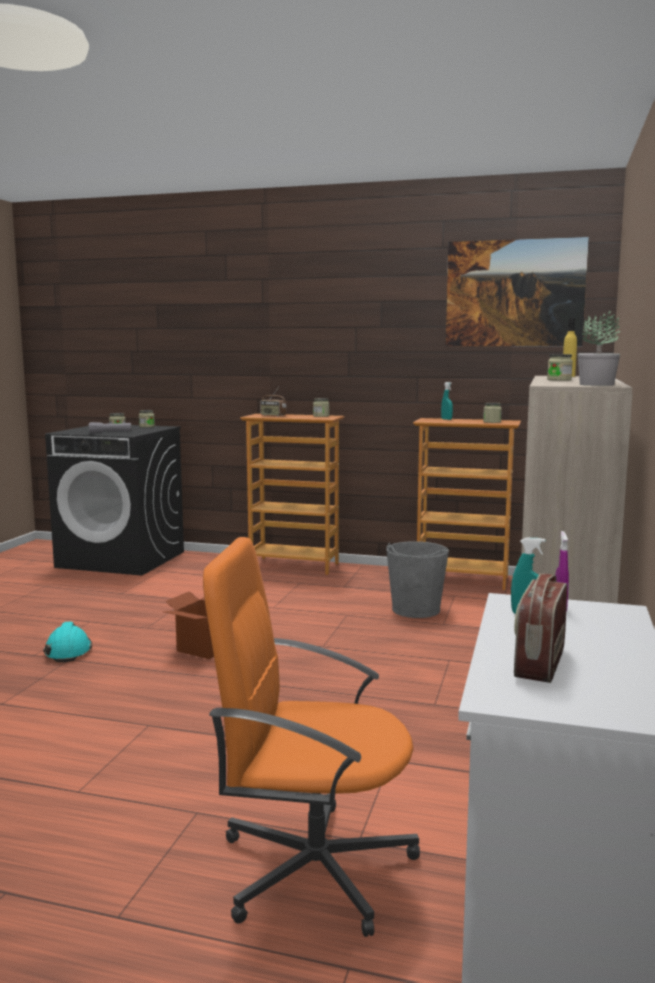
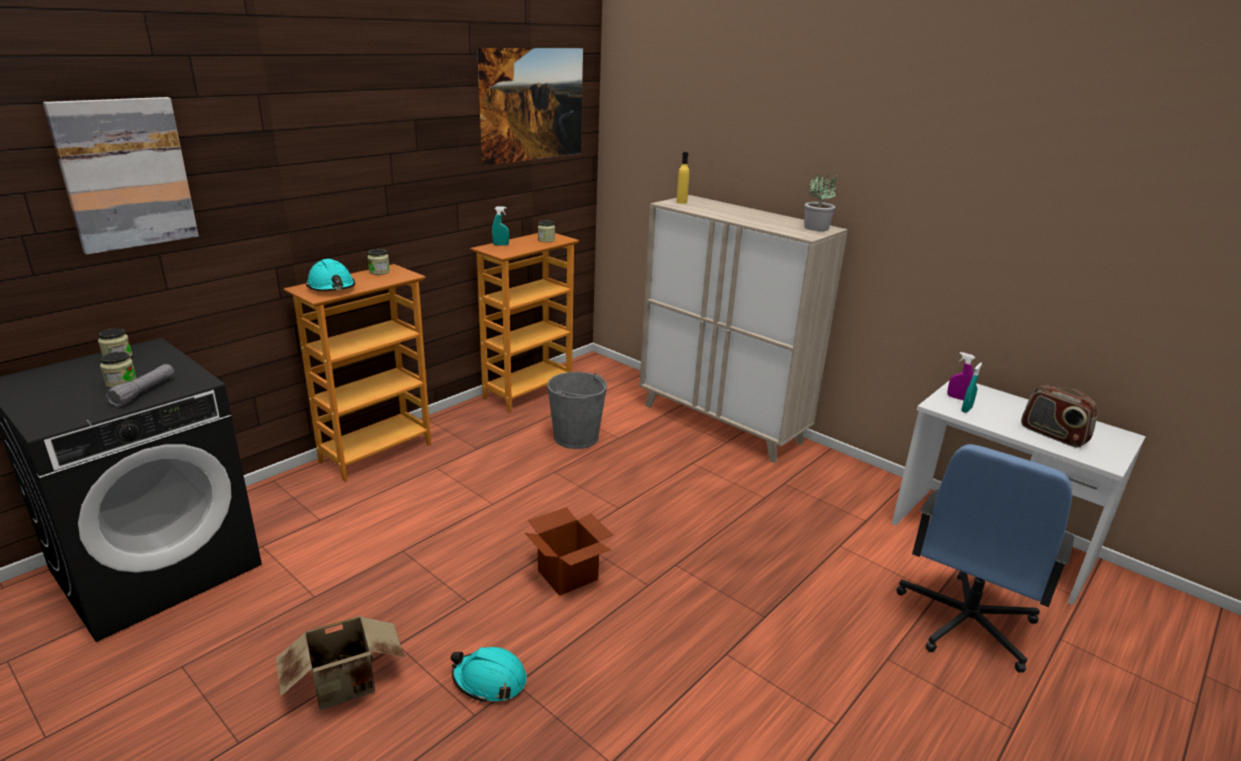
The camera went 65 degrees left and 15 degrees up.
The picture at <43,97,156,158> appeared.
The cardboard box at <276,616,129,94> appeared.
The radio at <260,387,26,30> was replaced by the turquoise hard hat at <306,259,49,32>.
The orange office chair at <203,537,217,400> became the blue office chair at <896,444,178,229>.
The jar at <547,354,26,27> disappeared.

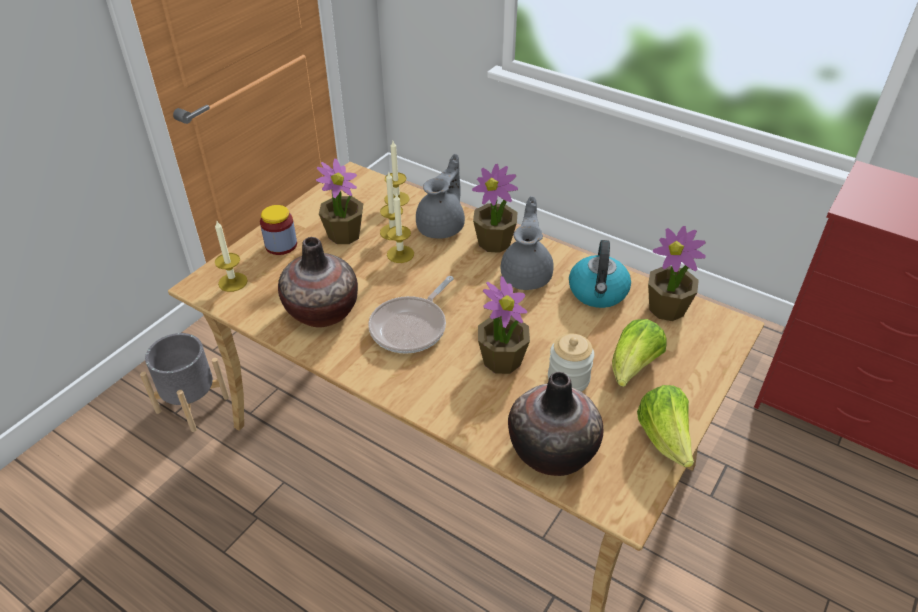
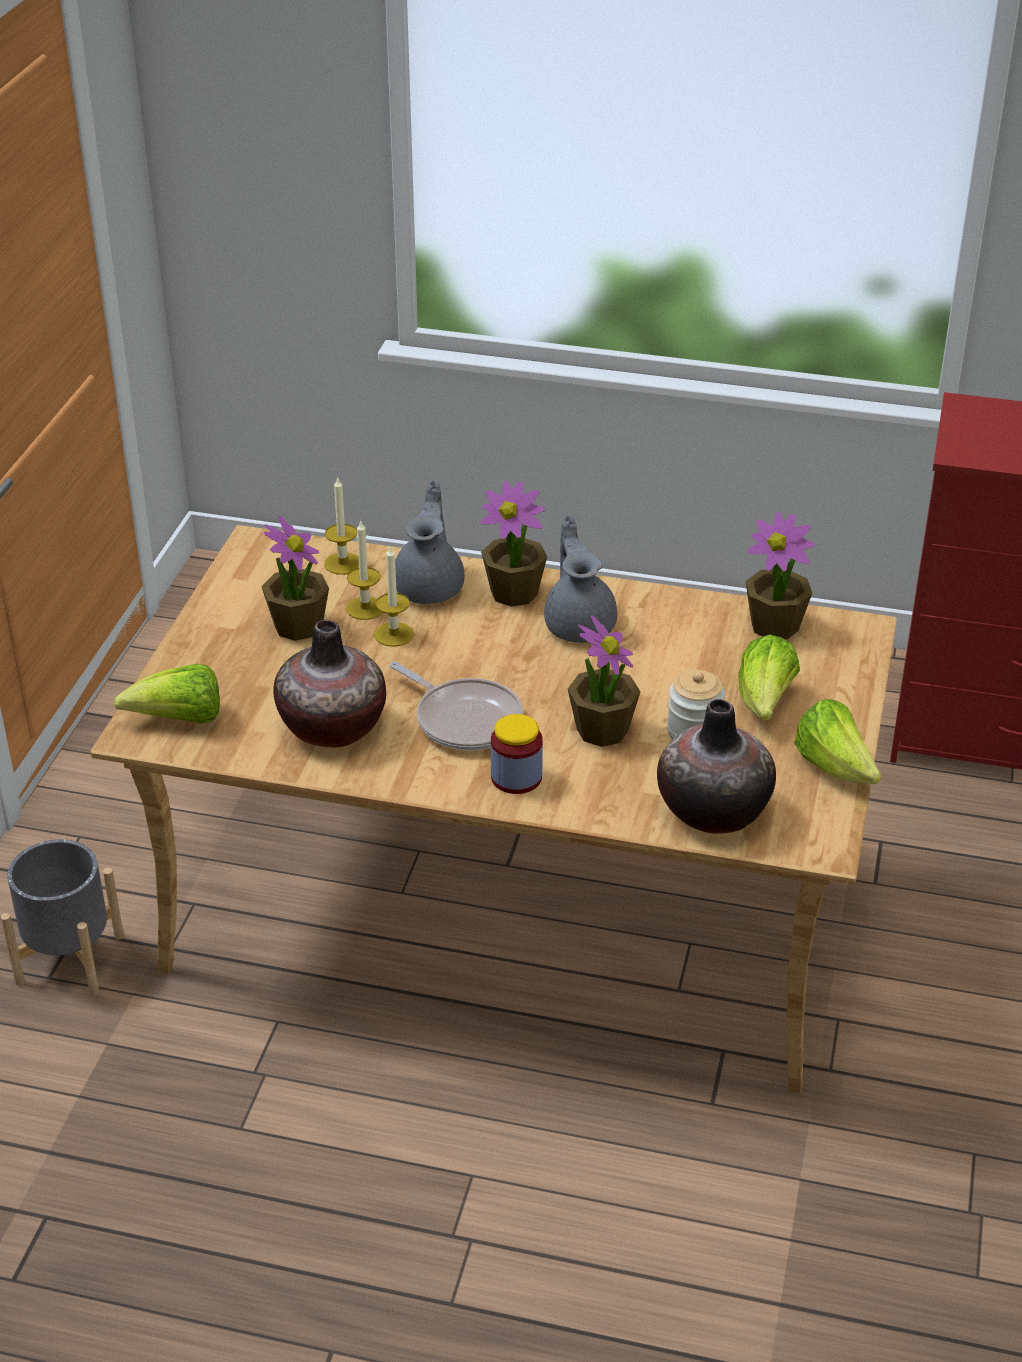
The camera went 20 degrees left and 5 degrees down.
The candle at <215,221,33,71> was replaced by the lettuce at <114,664,106,60>.
The frying pan at <368,276,86,78> turned 60 degrees counterclockwise.
The jar moved from <260,205,37,50> to <491,714,52,80>.
The kettle at <569,240,62,68> disappeared.

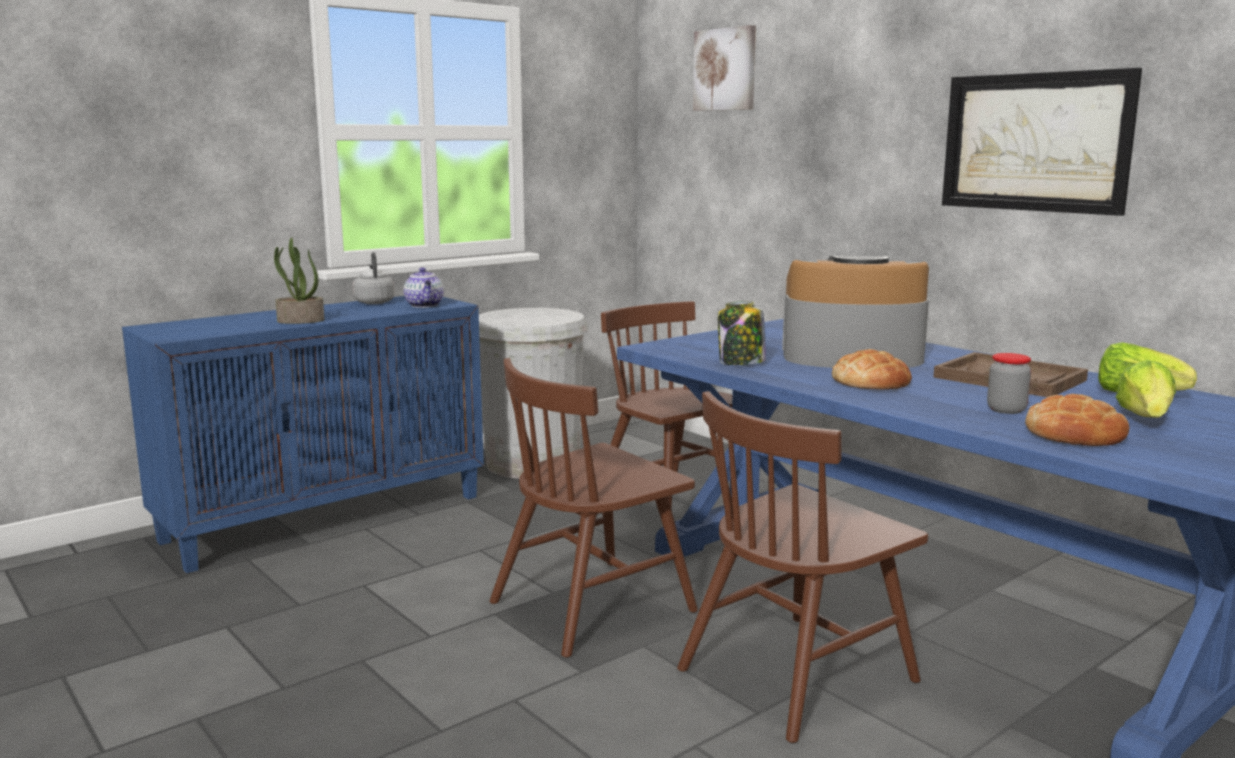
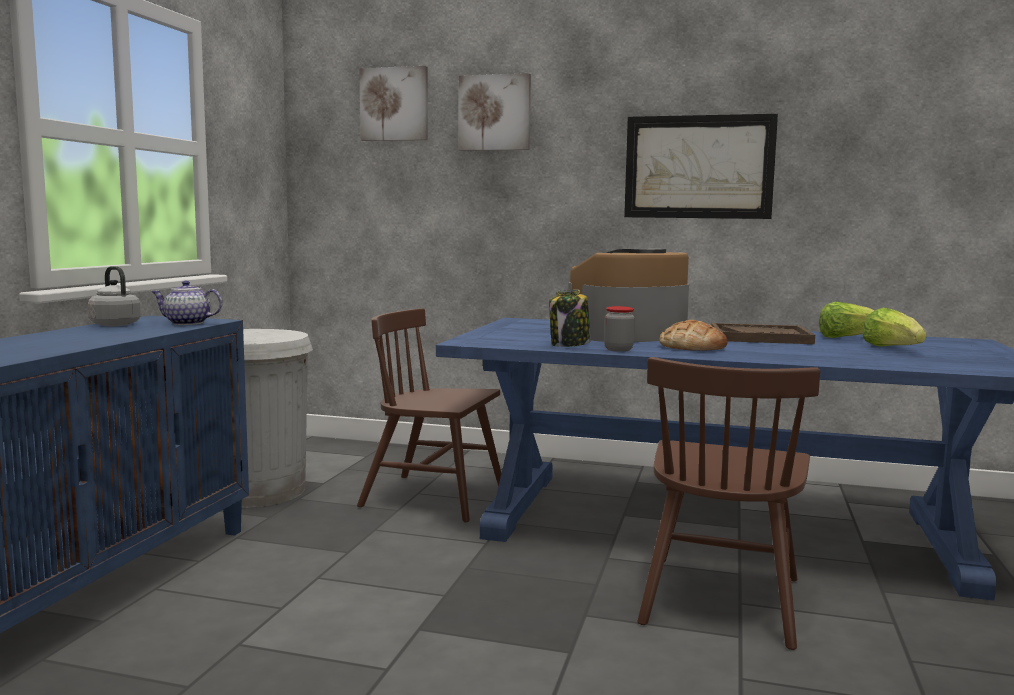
The camera went 35 degrees left and 5 degrees down.
The teapot at <404,268,40,40> turned 150 degrees clockwise.
The picture at <458,73,73,78> appeared.
The jar moved from <987,353,44,61> to <604,306,31,46>.
The potted plant at <274,237,51,87> disappeared.
The brown chair at <490,358,208,299> disappeared.
The bread at <1025,394,105,52> disappeared.

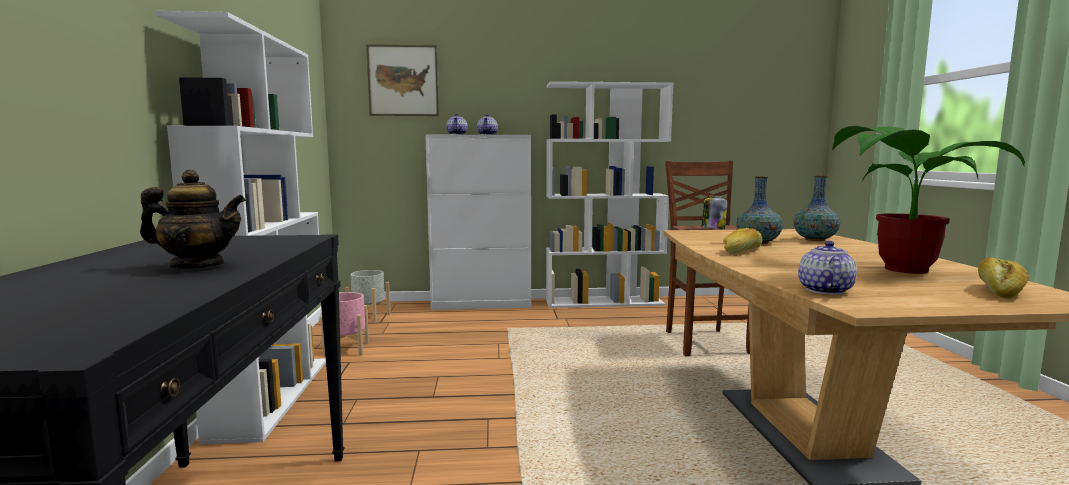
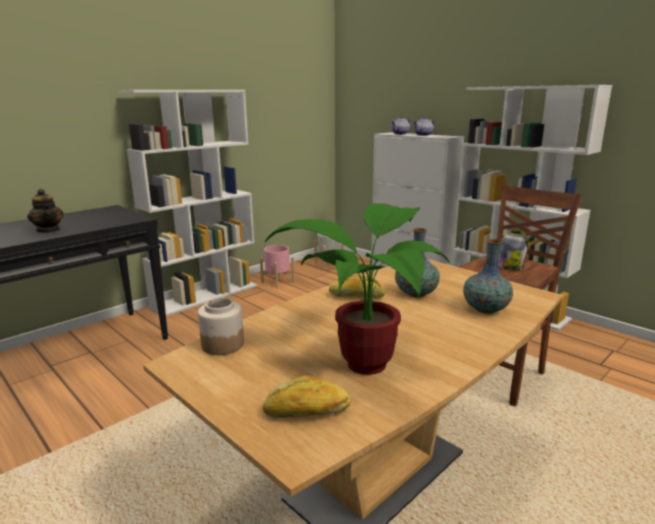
The camera went 50 degrees right and 10 degrees up.
The teapot at <798,241,59,54> was replaced by the jar at <198,298,46,57>.
The picture at <366,44,73,72> disappeared.

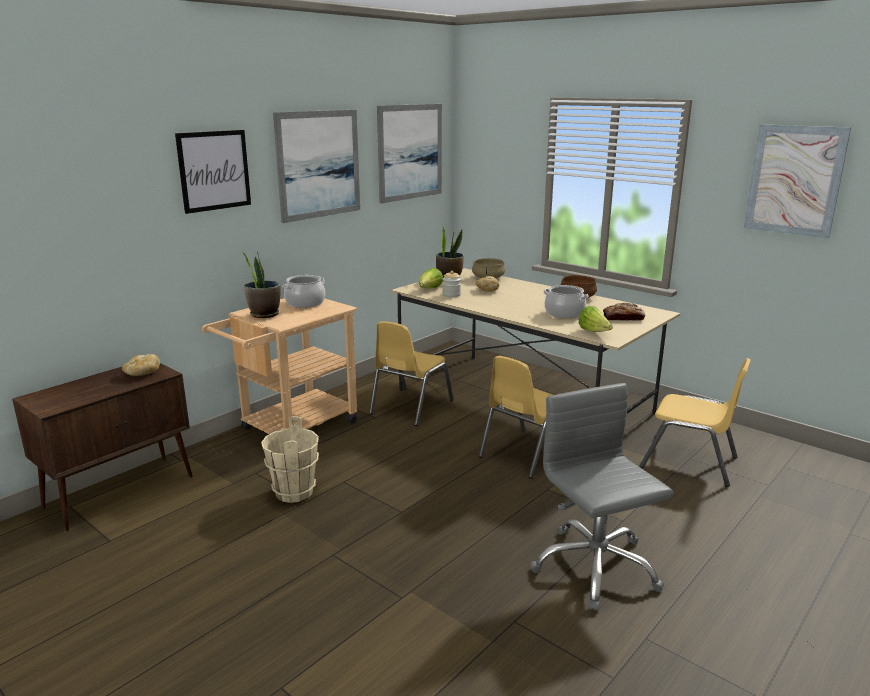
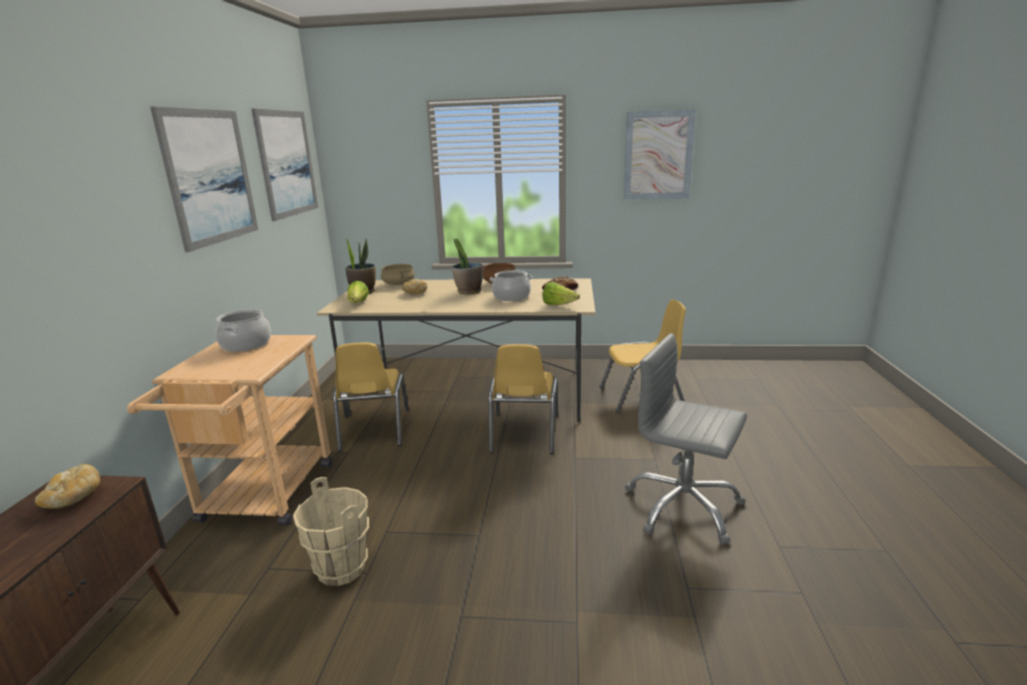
The camera went 35 degrees left and 0 degrees up.
The potted plant moved from <242,251,39,67> to <452,238,31,56>.
The picture at <175,130,76,84> disappeared.
The jar at <442,271,19,26> disappeared.

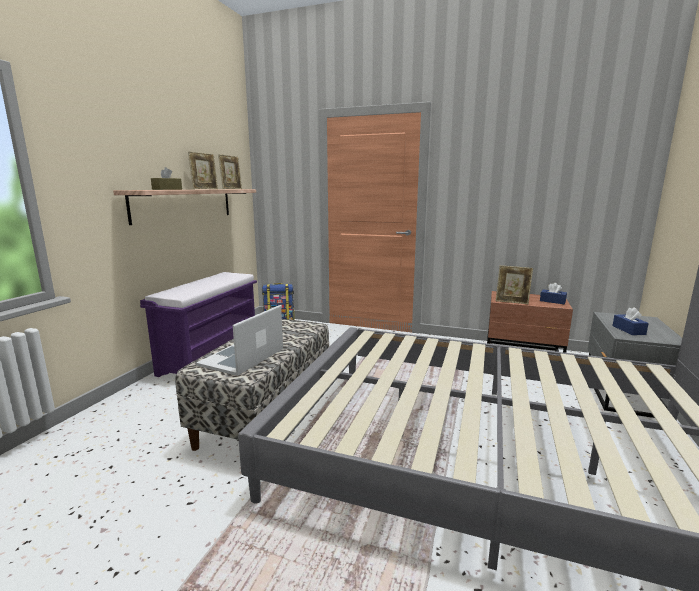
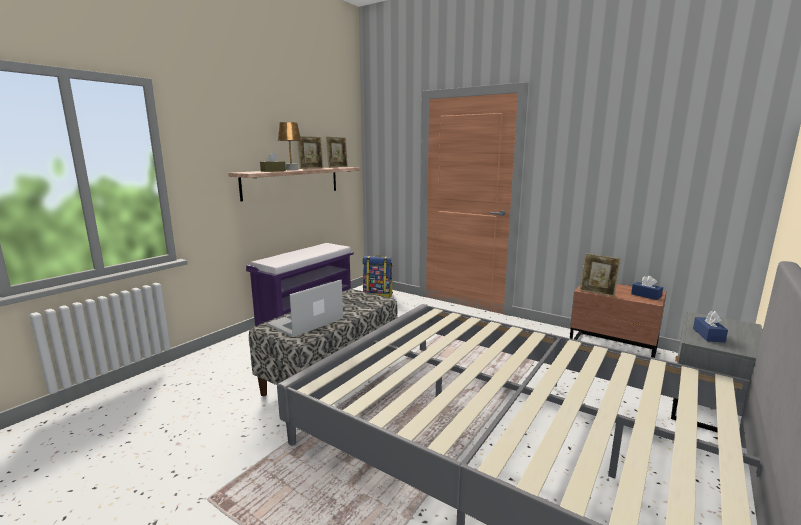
The camera went 15 degrees right and 0 degrees up.
The brown table lamp at <277,122,25,48> appeared.

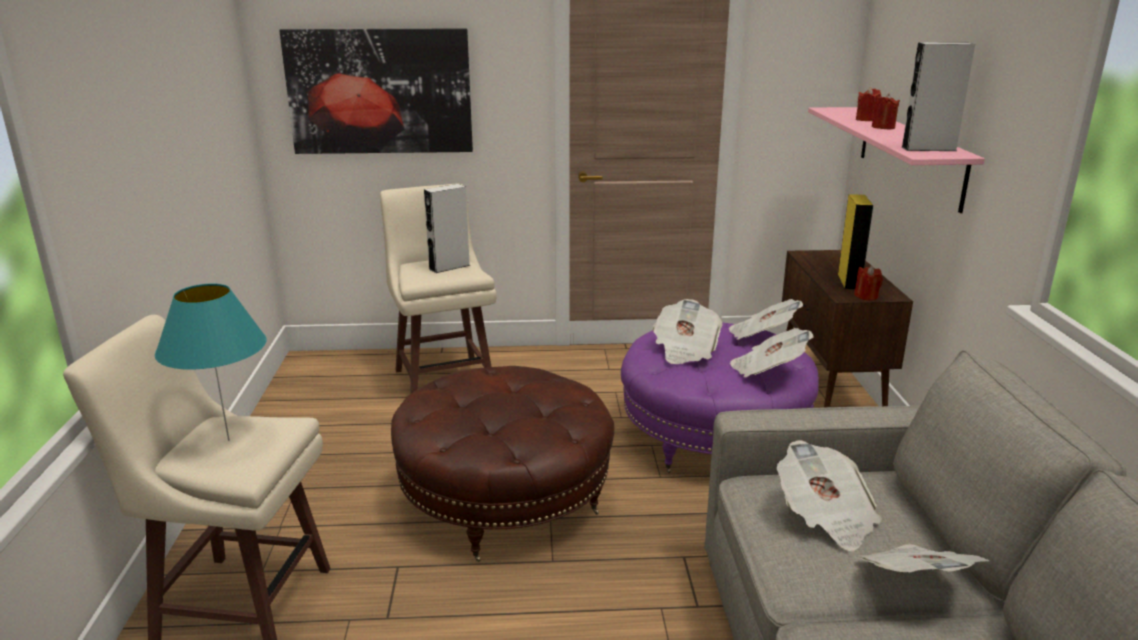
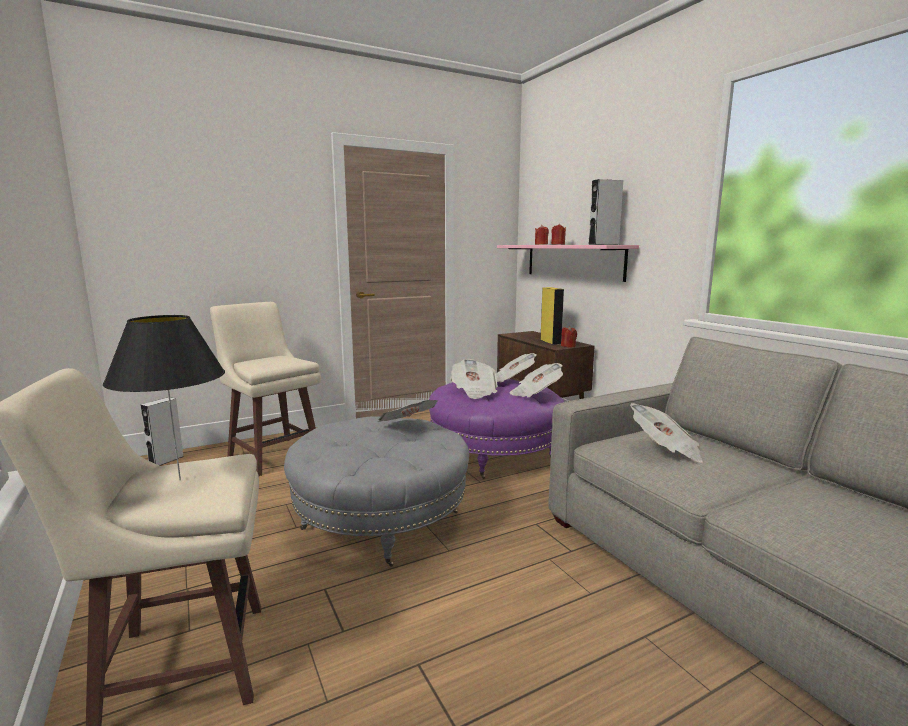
The camera went 25 degrees left and 10 degrees down.
The turquoise table lamp at <155,284,112,157> became the black table lamp at <103,315,122,166>.
The grey speaker moved from <424,184,46,89> to <141,397,43,69>.
The brown ottoman at <391,366,223,196> became the grey ottoman at <284,416,185,151>.
The newspaper moved from <860,544,130,28> to <378,400,60,22>.
The picture at <279,28,194,126> disappeared.

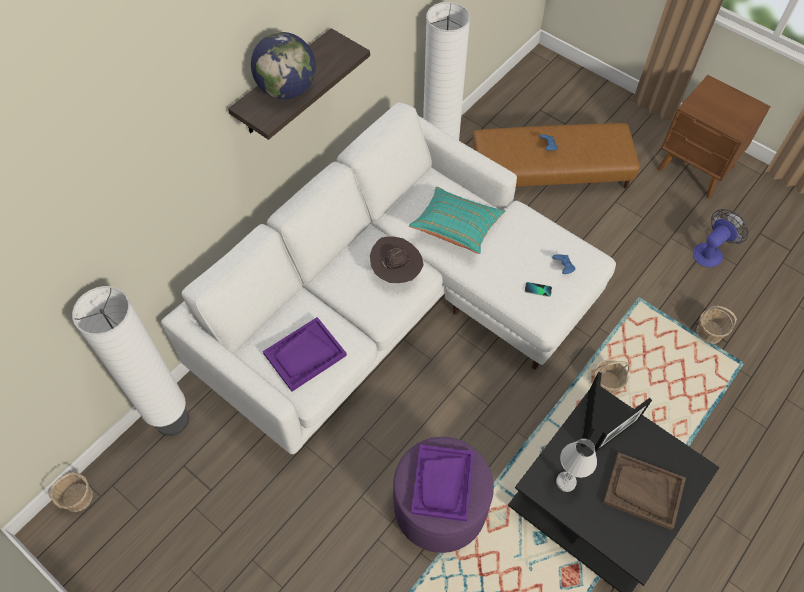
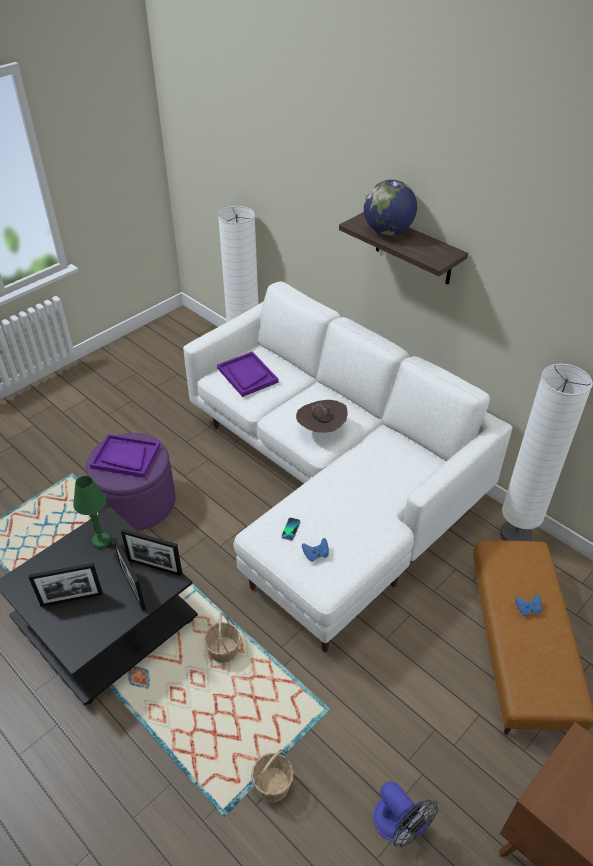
The camera went 95 degrees right and 15 degrees down.
The brown tray at <603,452,83,78> was replaced by the picture frame at <29,563,74,44>.
The white table lamp at <556,439,41,53> became the green table lamp at <73,476,38,73>.
The basket at <48,472,45,40> disappeared.
The turquoise pillow at <409,187,96,67> disappeared.

